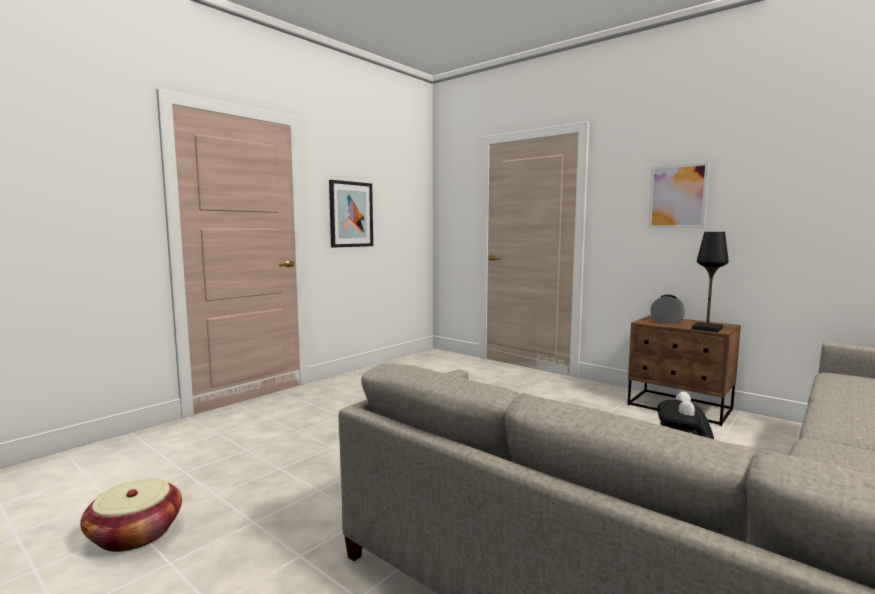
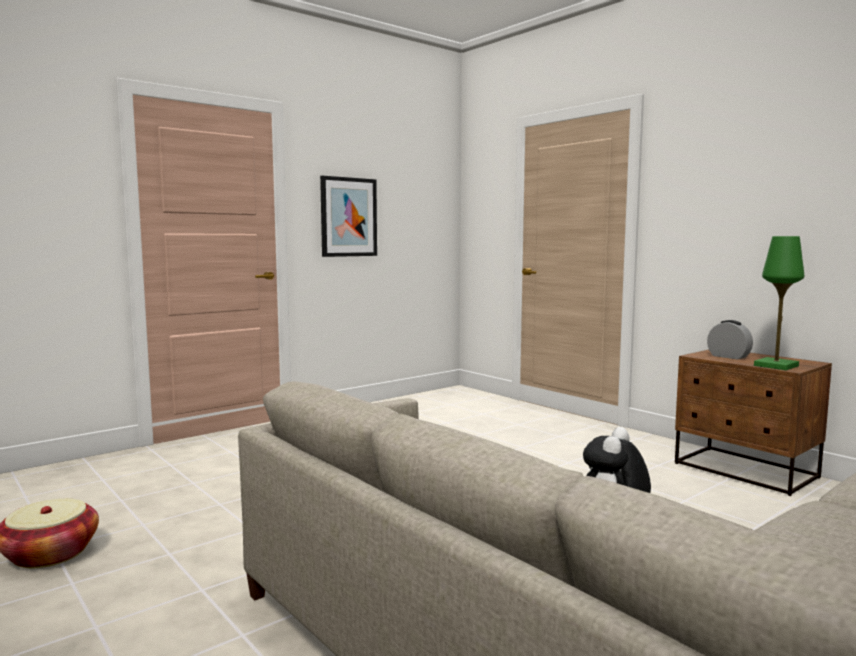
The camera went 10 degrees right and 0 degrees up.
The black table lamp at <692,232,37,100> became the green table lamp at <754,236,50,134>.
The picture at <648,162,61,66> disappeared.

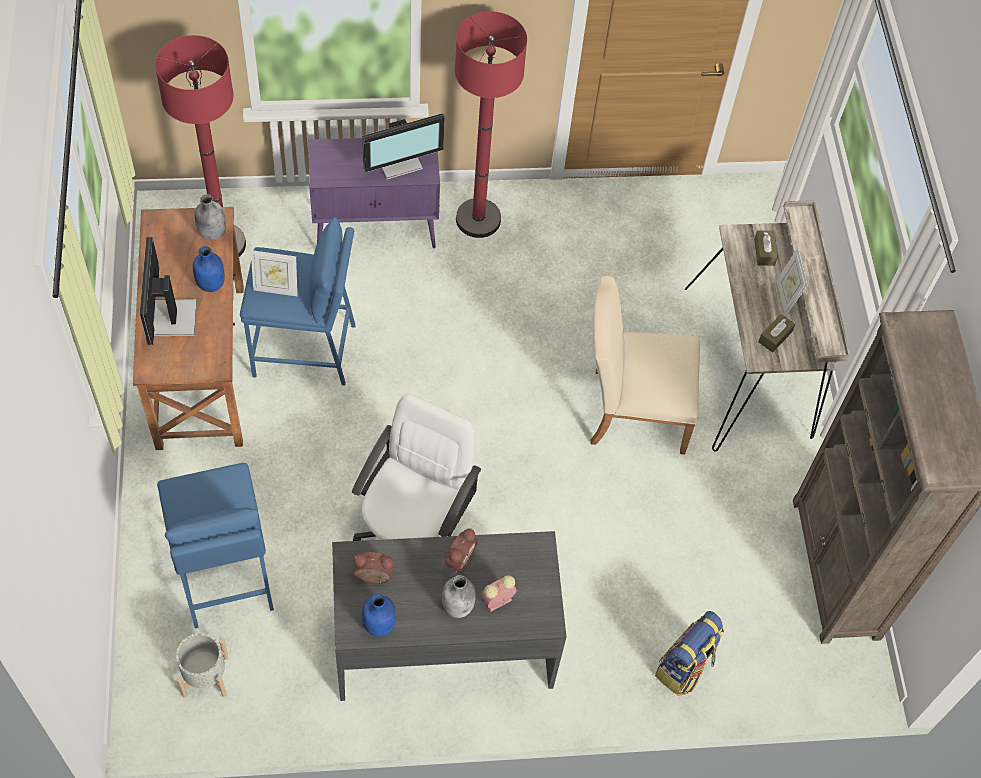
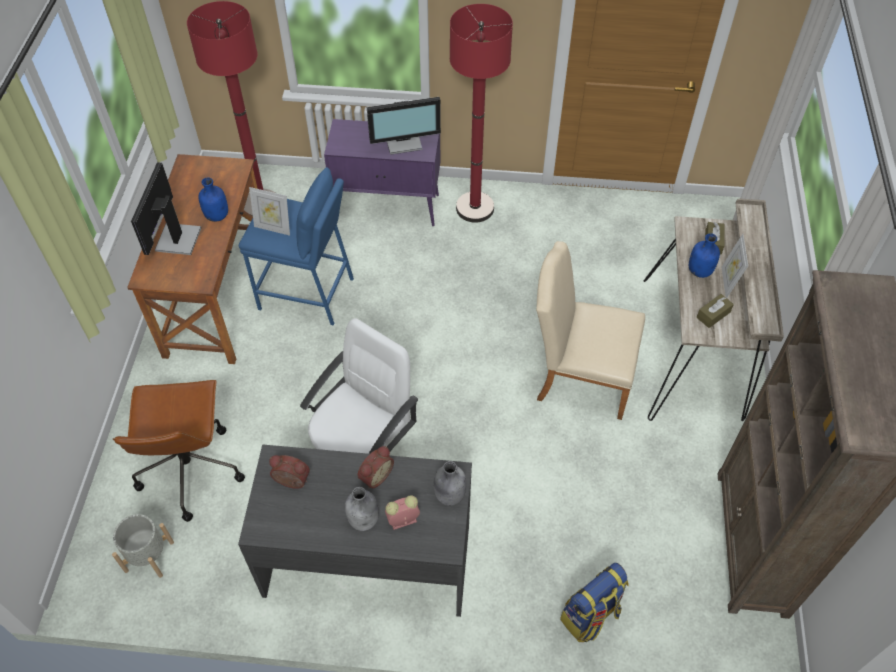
The camera went 15 degrees right and 5 degrees down.
The blue stool at <157,463,117,165> was replaced by the brown office chair at <113,380,132,142>.
The grey bottle moved from <194,194,32,46> to <434,461,32,44>.
The blue bottle moved from <362,594,34,43> to <689,233,31,45>.

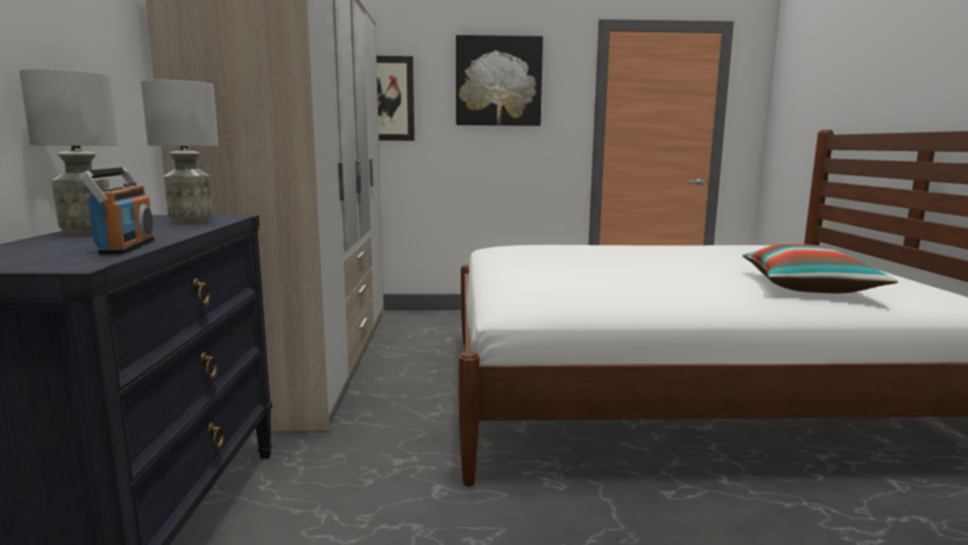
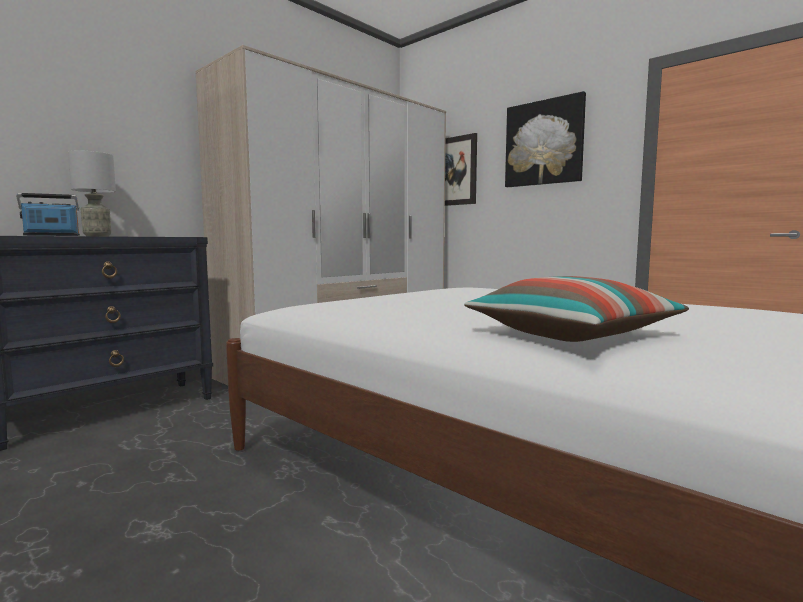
The camera went 45 degrees right and 5 degrees down.
The radio at <79,167,76,88> turned 150 degrees counterclockwise.
The grey table lamp at <141,80,78,144> disappeared.

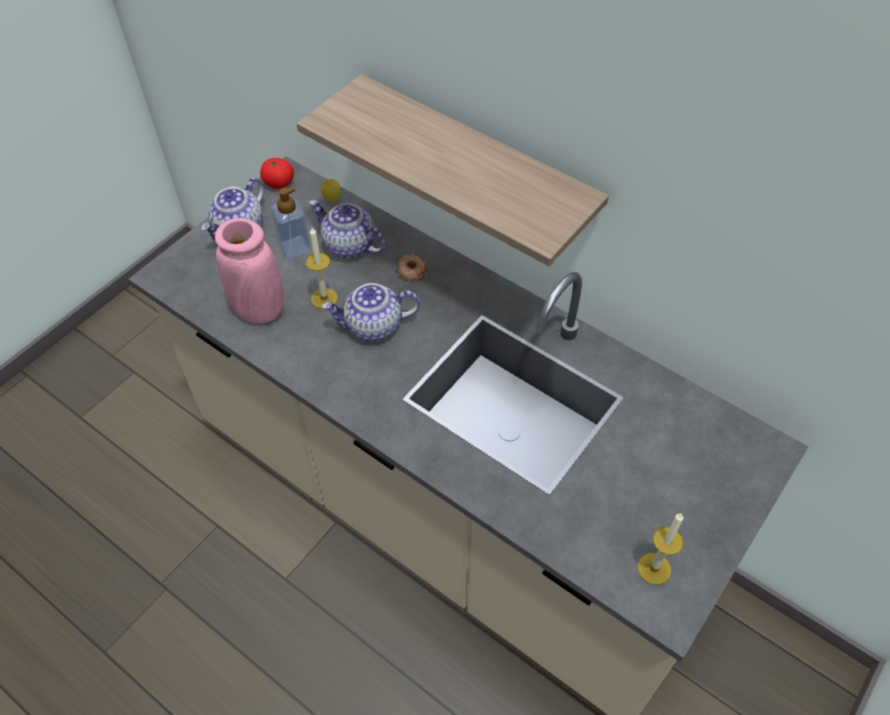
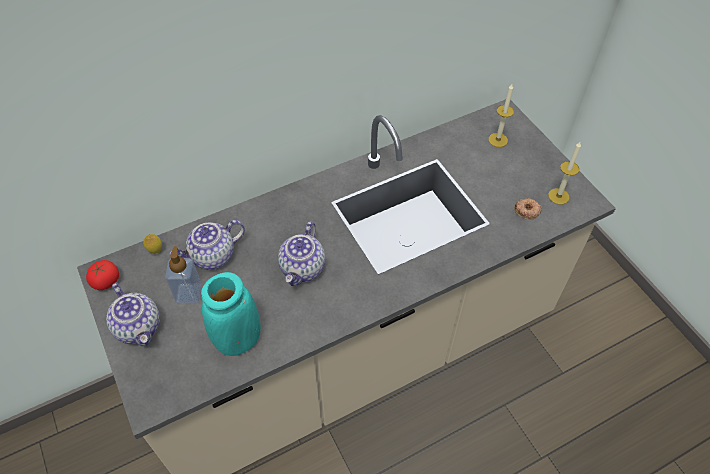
The camera went 65 degrees left and 0 degrees up.
The pink vase at <215,218,69,106> became the turquoise vase at <201,272,60,84>.
The candle moved from <306,228,32,81> to <488,84,26,63>.
The donut moved from <396,254,31,28> to <514,198,28,22>.
The shelf at <297,74,312,192> disappeared.

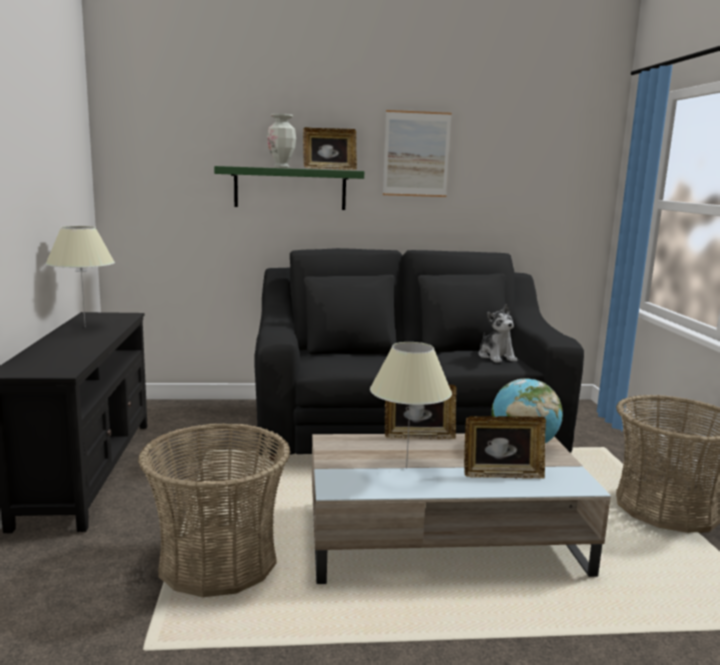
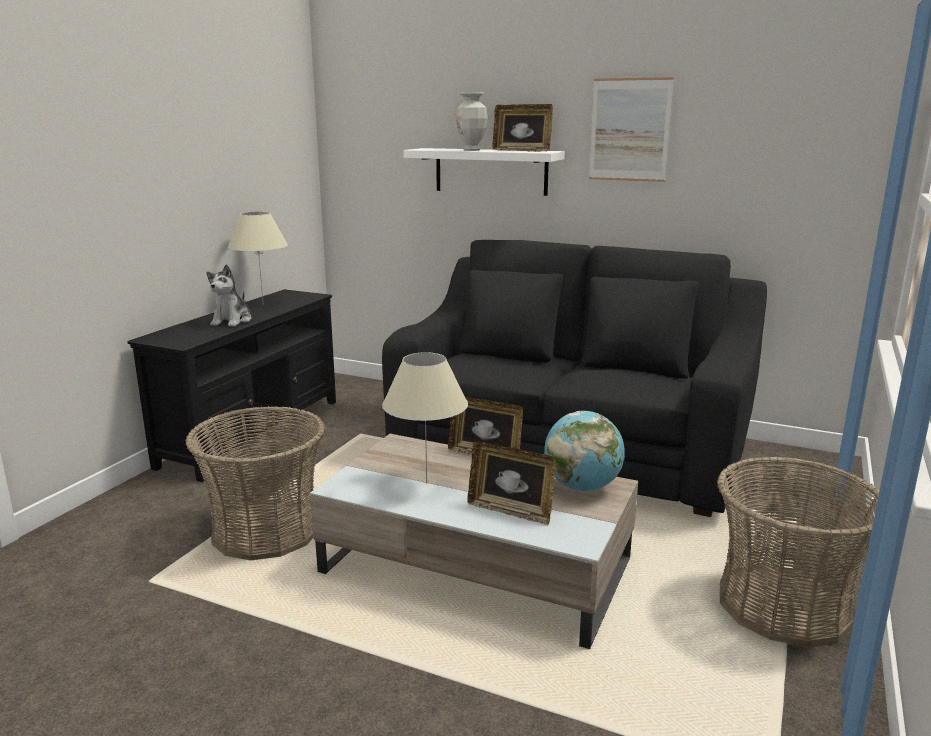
The camera went 30 degrees right and 5 degrees up.
The plush toy moved from <478,304,39,59> to <207,264,45,63>.
The green shelf at <214,166,150,44> became the white shelf at <403,148,162,48>.

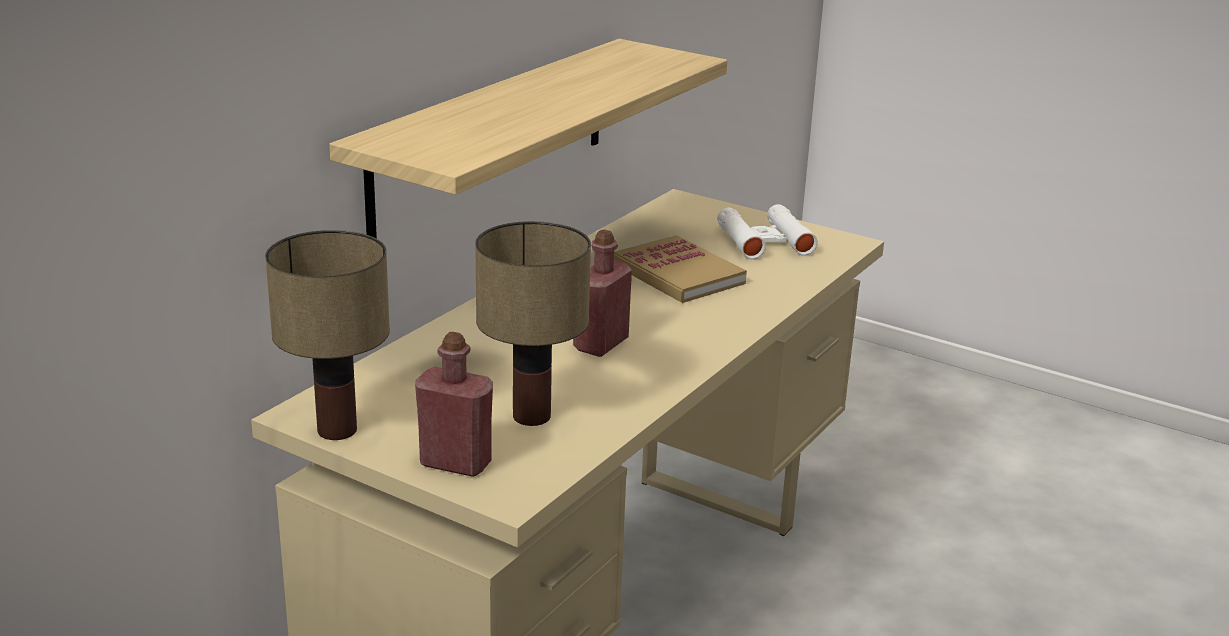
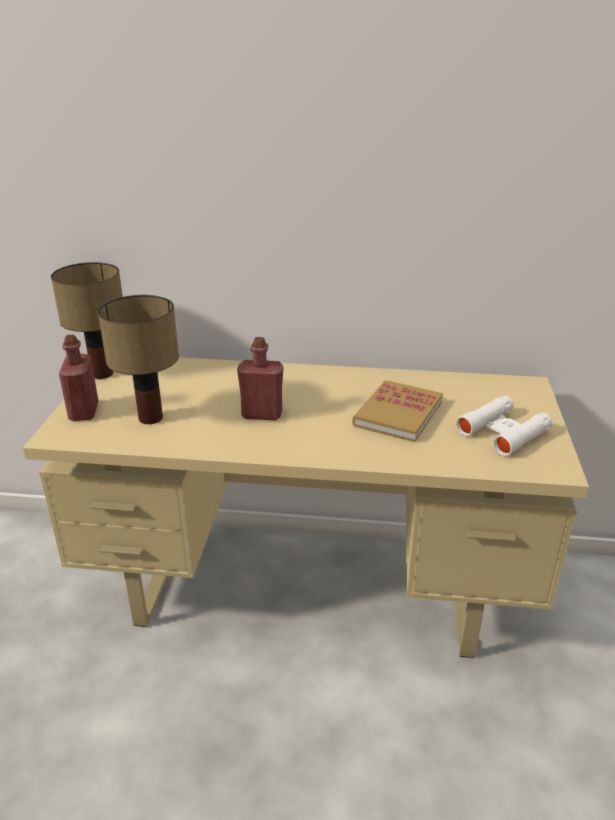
The camera went 65 degrees right and 5 degrees up.
The shelf at <329,39,398,200> disappeared.

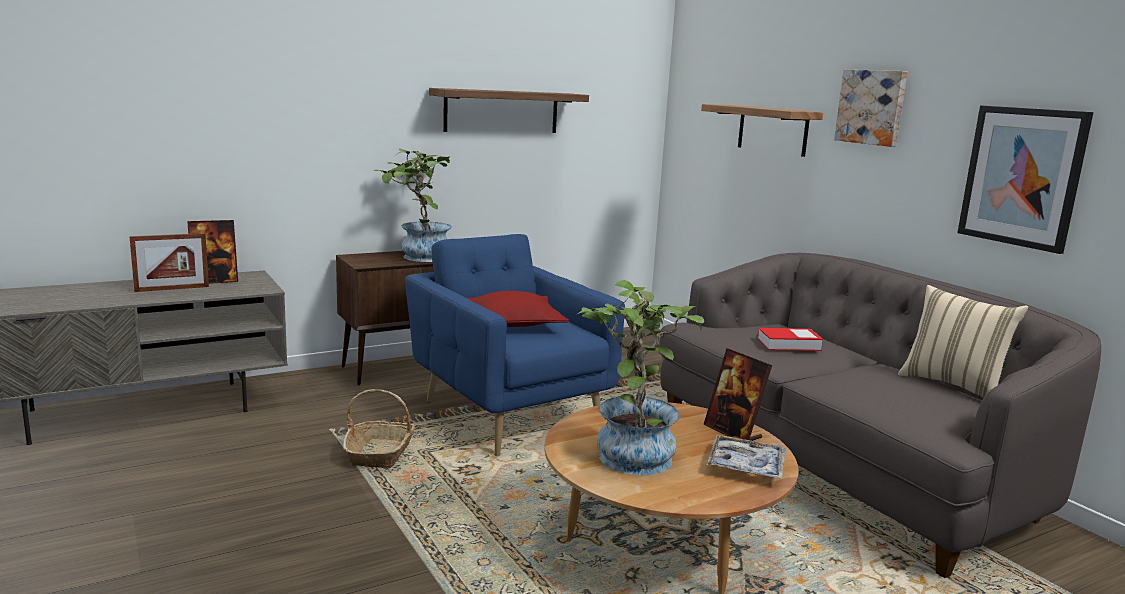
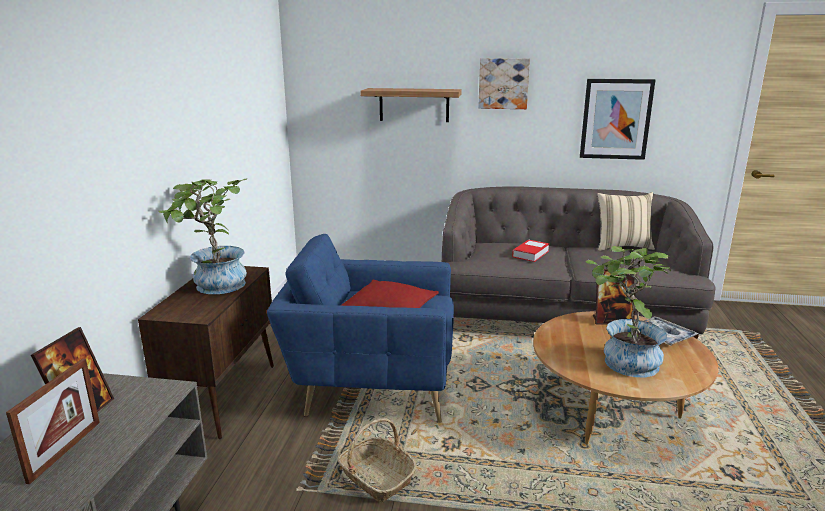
The camera went 50 degrees left and 5 degrees up.
The shelf at <429,88,160,45> disappeared.

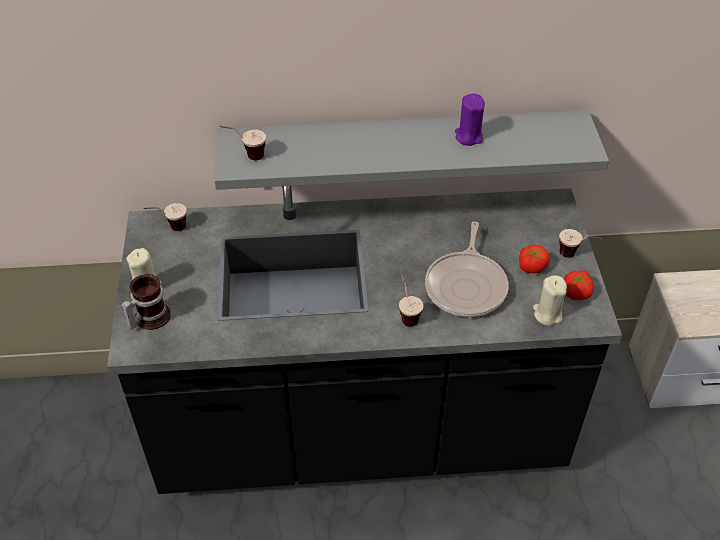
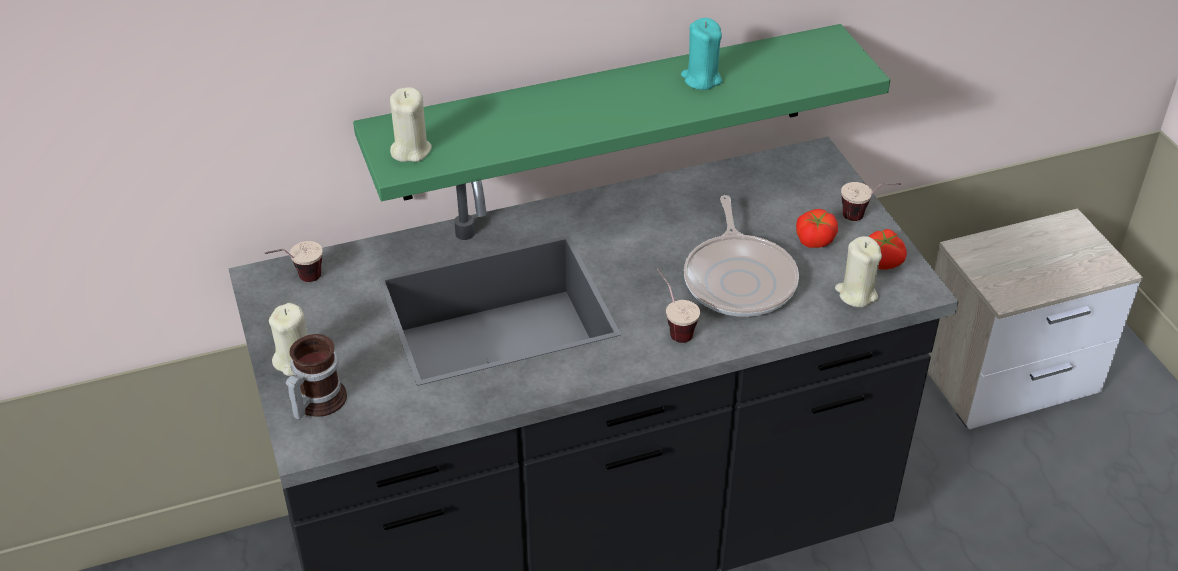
The camera went 15 degrees left and 5 degrees down.
The grey shelf at <214,110,395,80> became the green shelf at <353,24,537,177>.
The cup at <220,126,46,34> was replaced by the beige candle at <390,87,42,75>.
The purple candle at <455,94,30,52> became the turquoise candle at <681,18,41,72>.

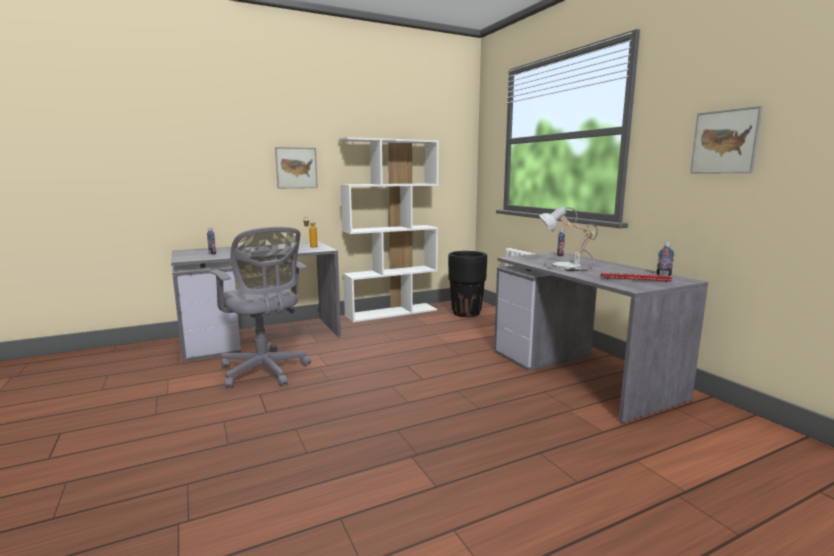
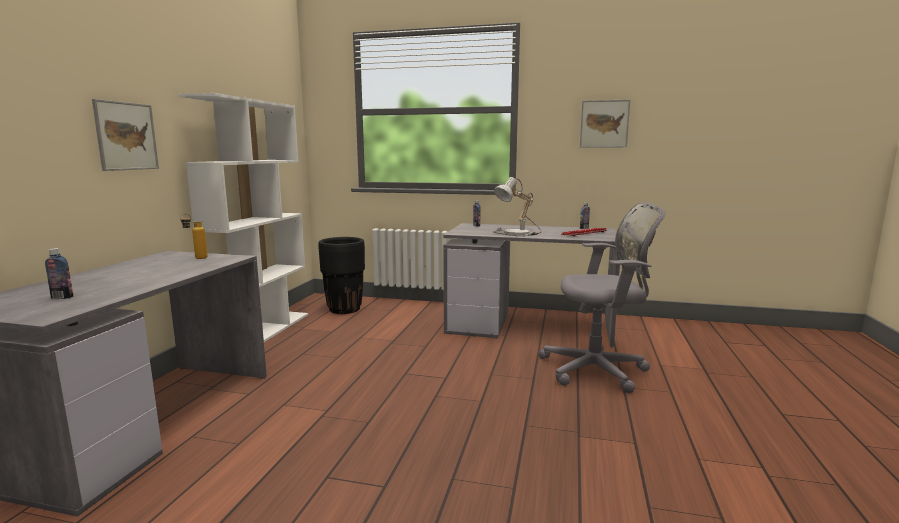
The camera went 50 degrees left and 0 degrees up.
The grey office chair moved from <209,227,102,161> to <539,203,127,190>.

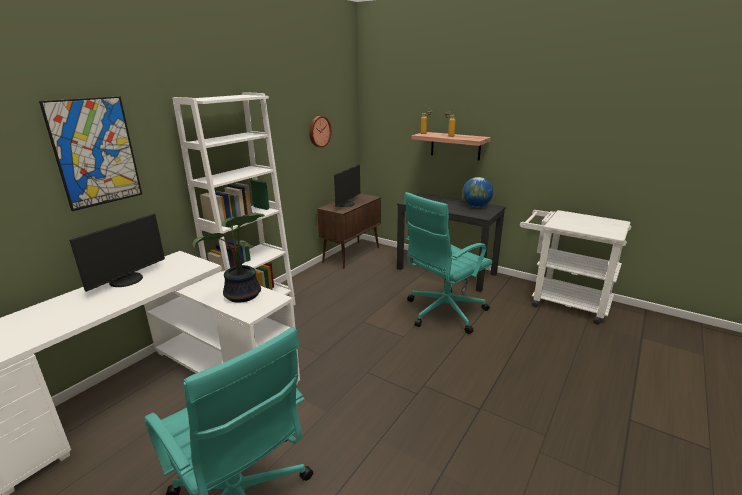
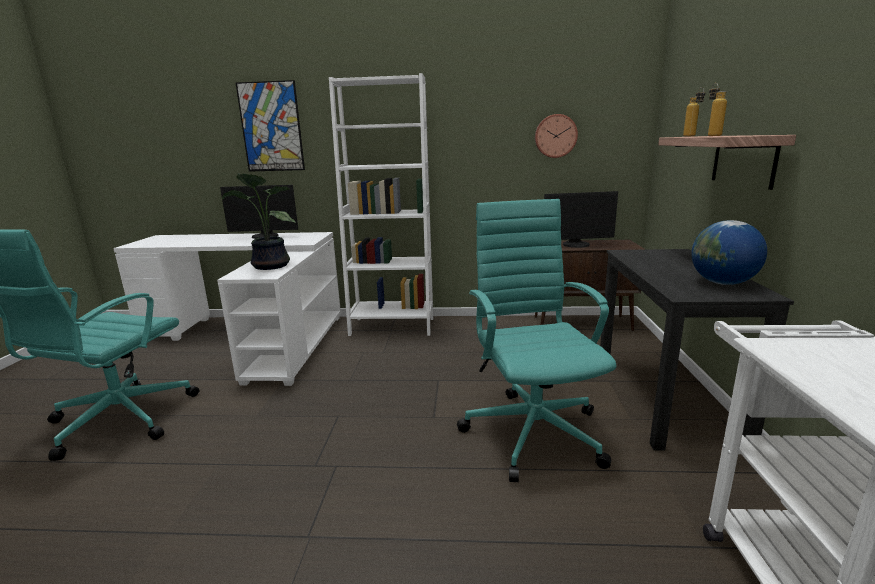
The camera went 60 degrees right and 5 degrees down.
The turquoise office chair at <404,192,89,142> turned 60 degrees clockwise.

